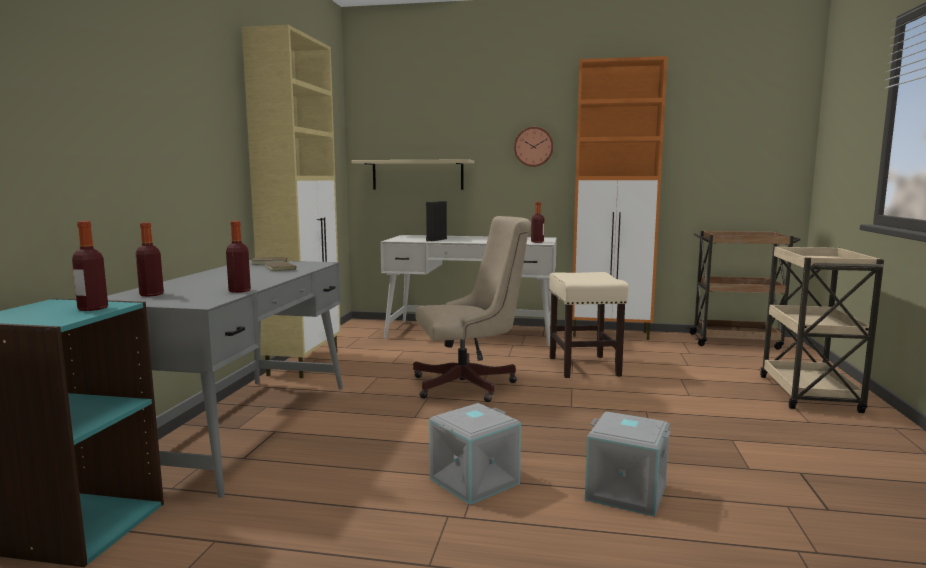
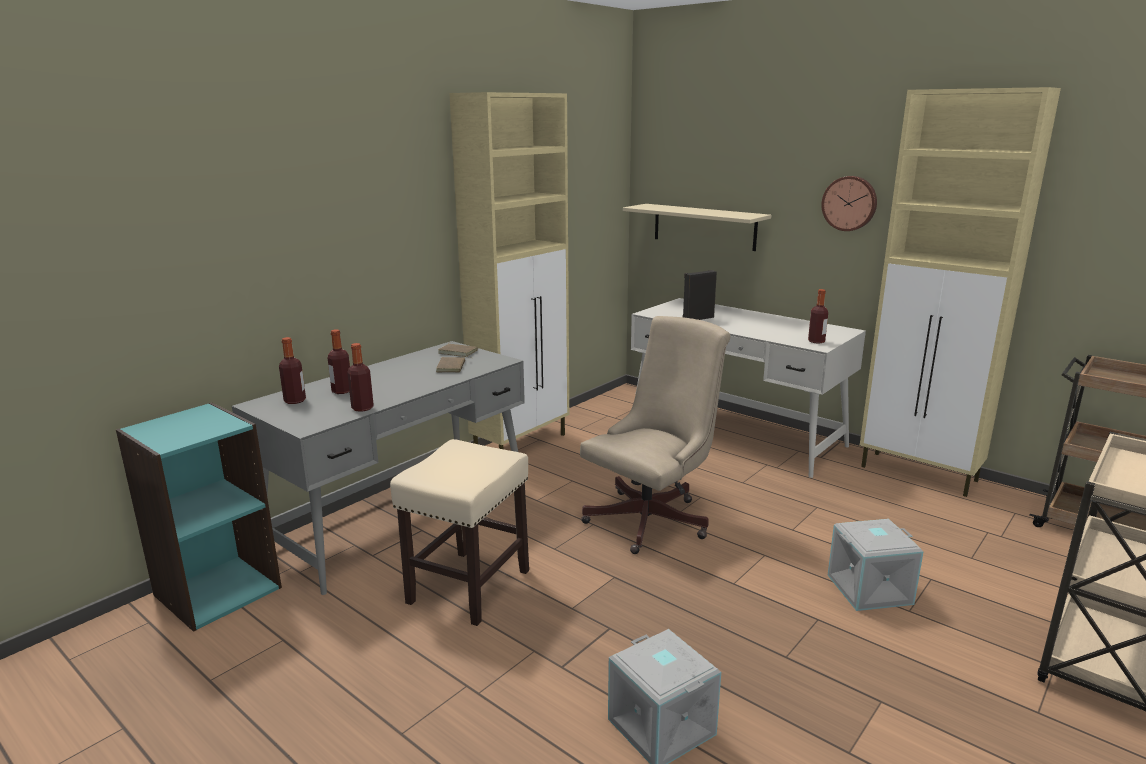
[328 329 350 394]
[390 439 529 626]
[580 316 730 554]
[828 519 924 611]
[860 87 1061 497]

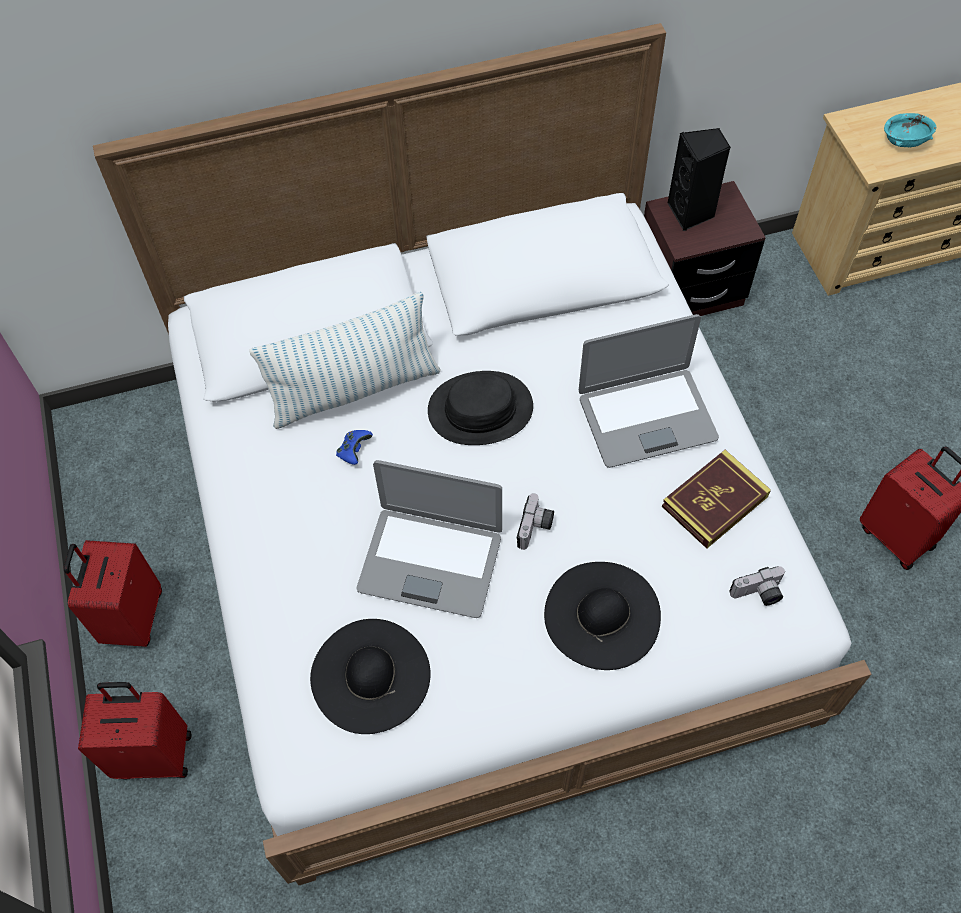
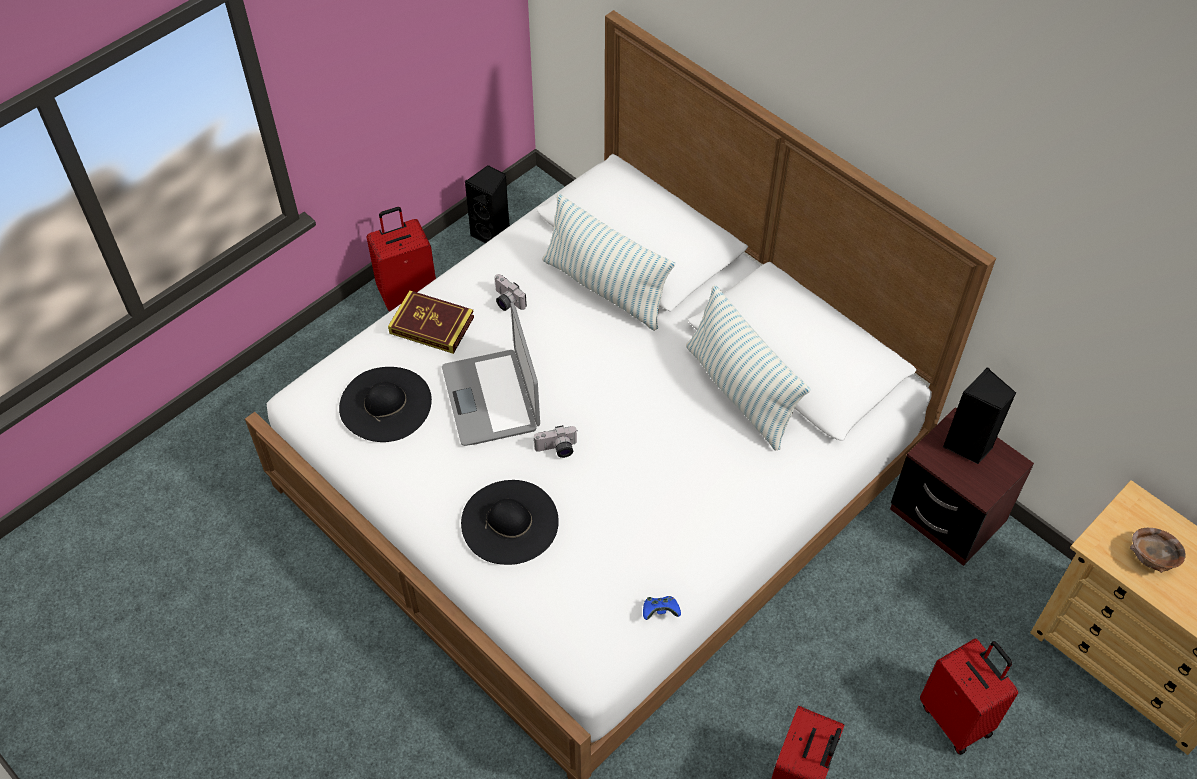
[388 290 474 354]
[465 165 510 243]
[495 274 527 311]
[643 596 681 620]
[686 285 810 451]
[920 639 1018 755]
[1130 528 1186 573]
[428 371 533 445] (first image)
[579 314 719 468] (first image)

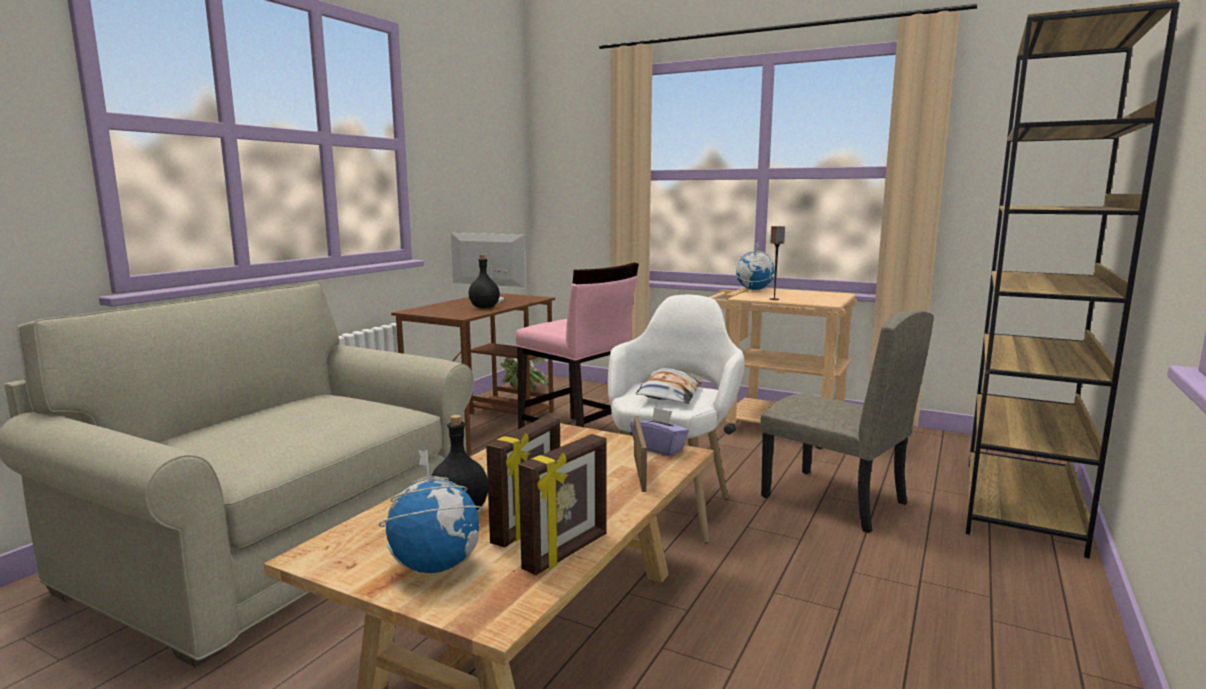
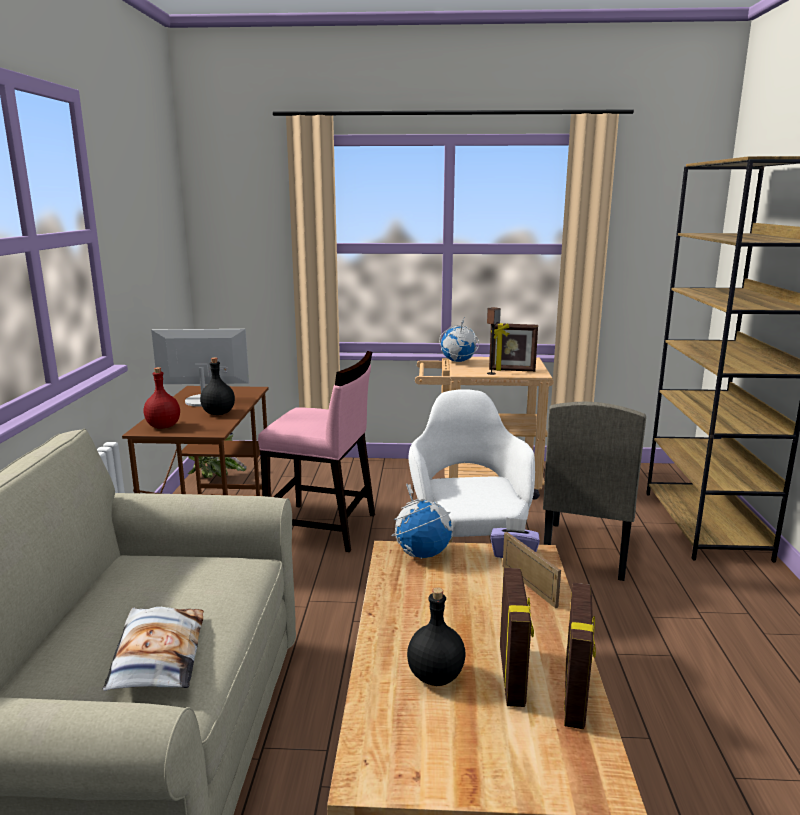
[103 607 204 691]
[144 367 180 429]
[391 484 453 559]
[489 323 538 372]
[543 402 646 581]

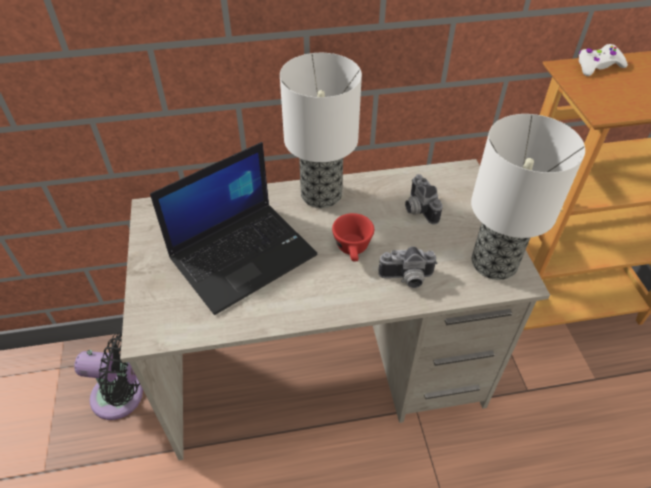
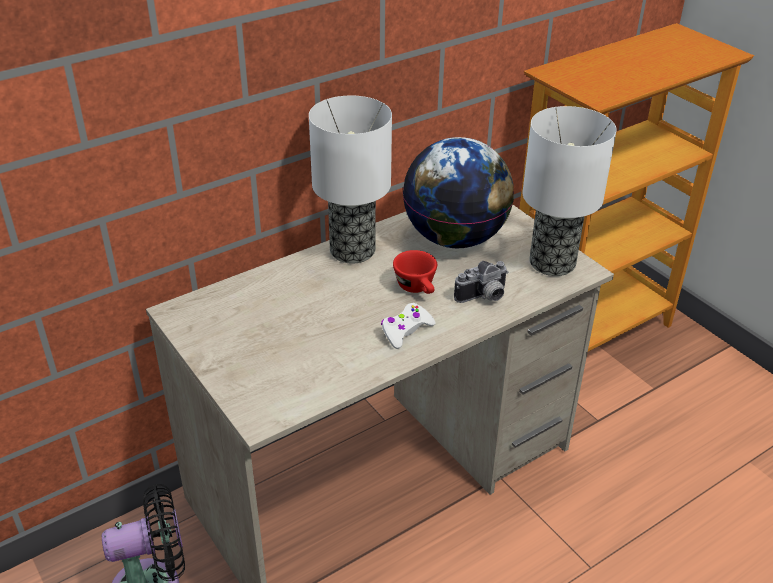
[381 303 436 349]
[403 137 514 248]
[150 142 318 315] (first image)

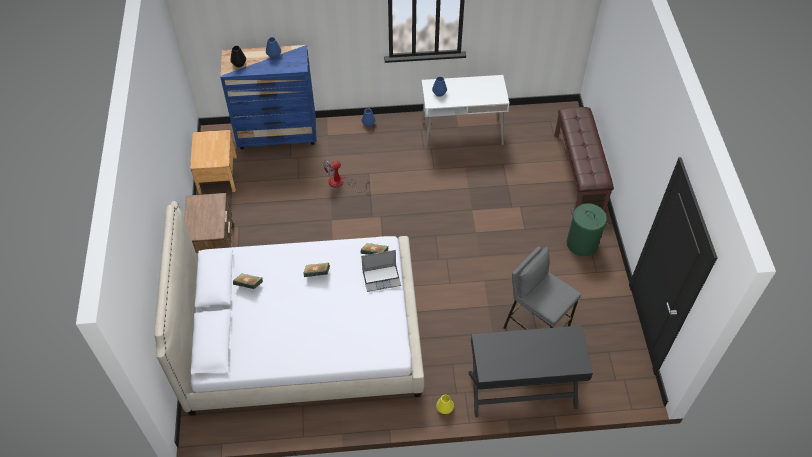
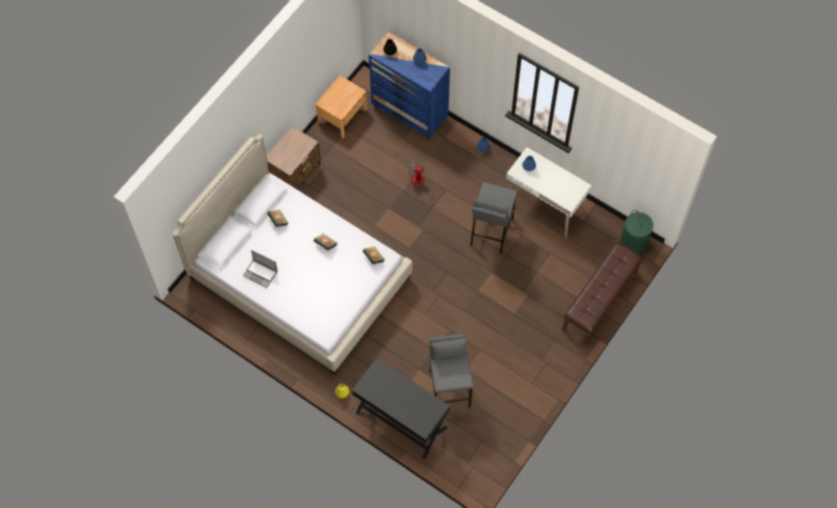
[243 250 278 288]
[470 182 517 254]
[620 210 653 254]

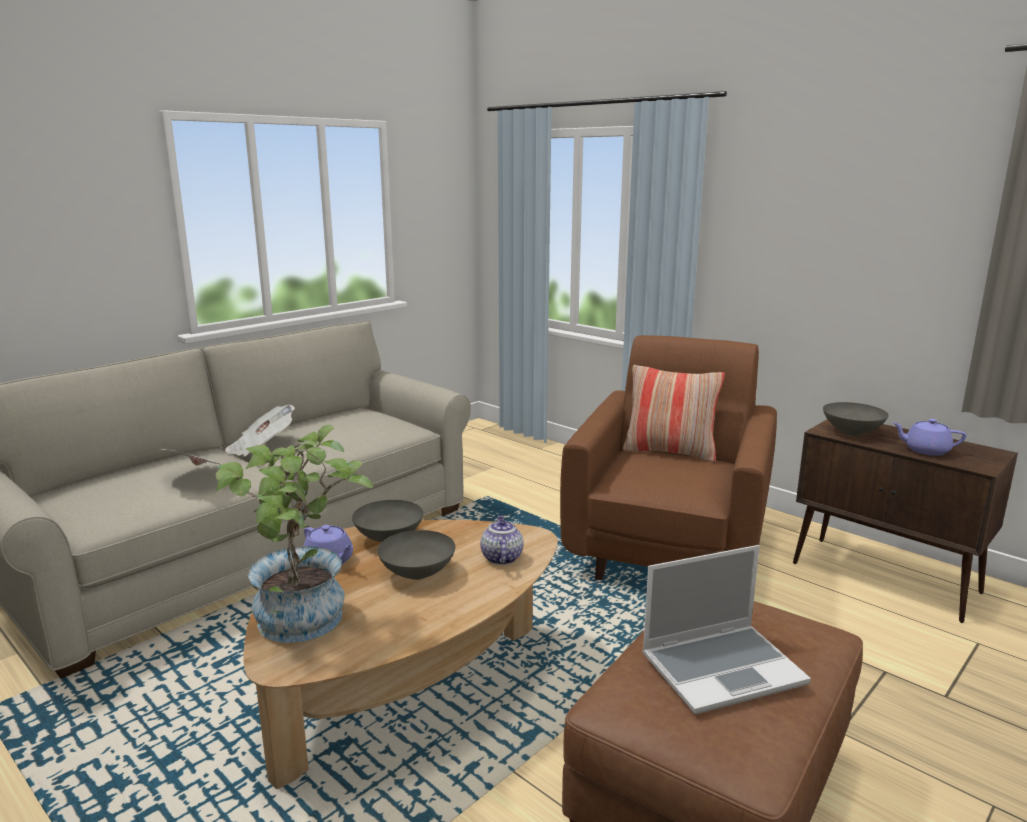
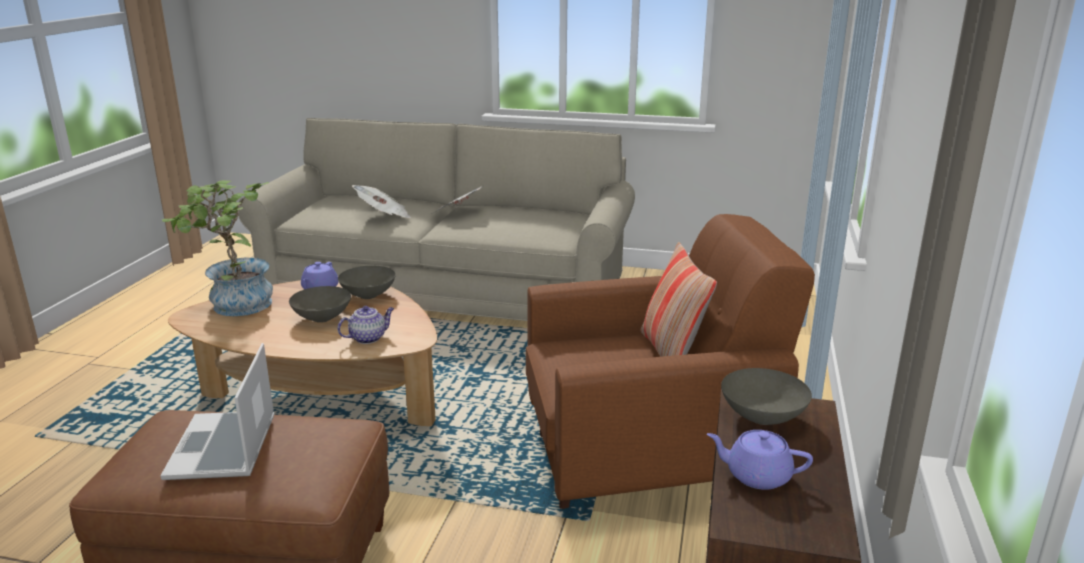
[160 343 275 480]
[707 430 813 490]

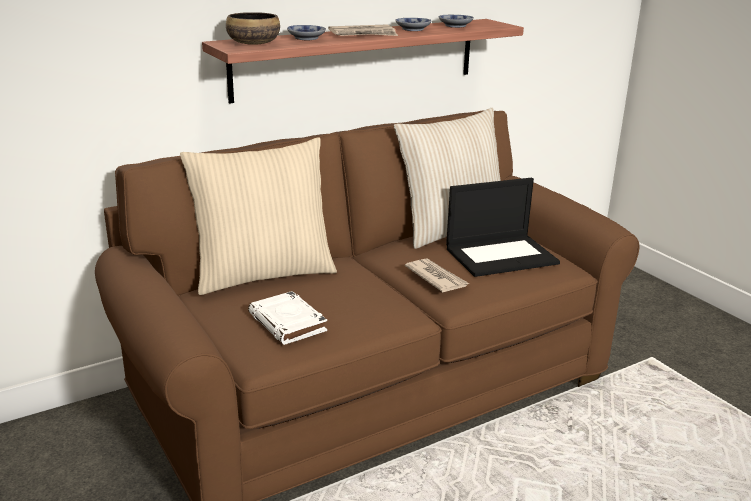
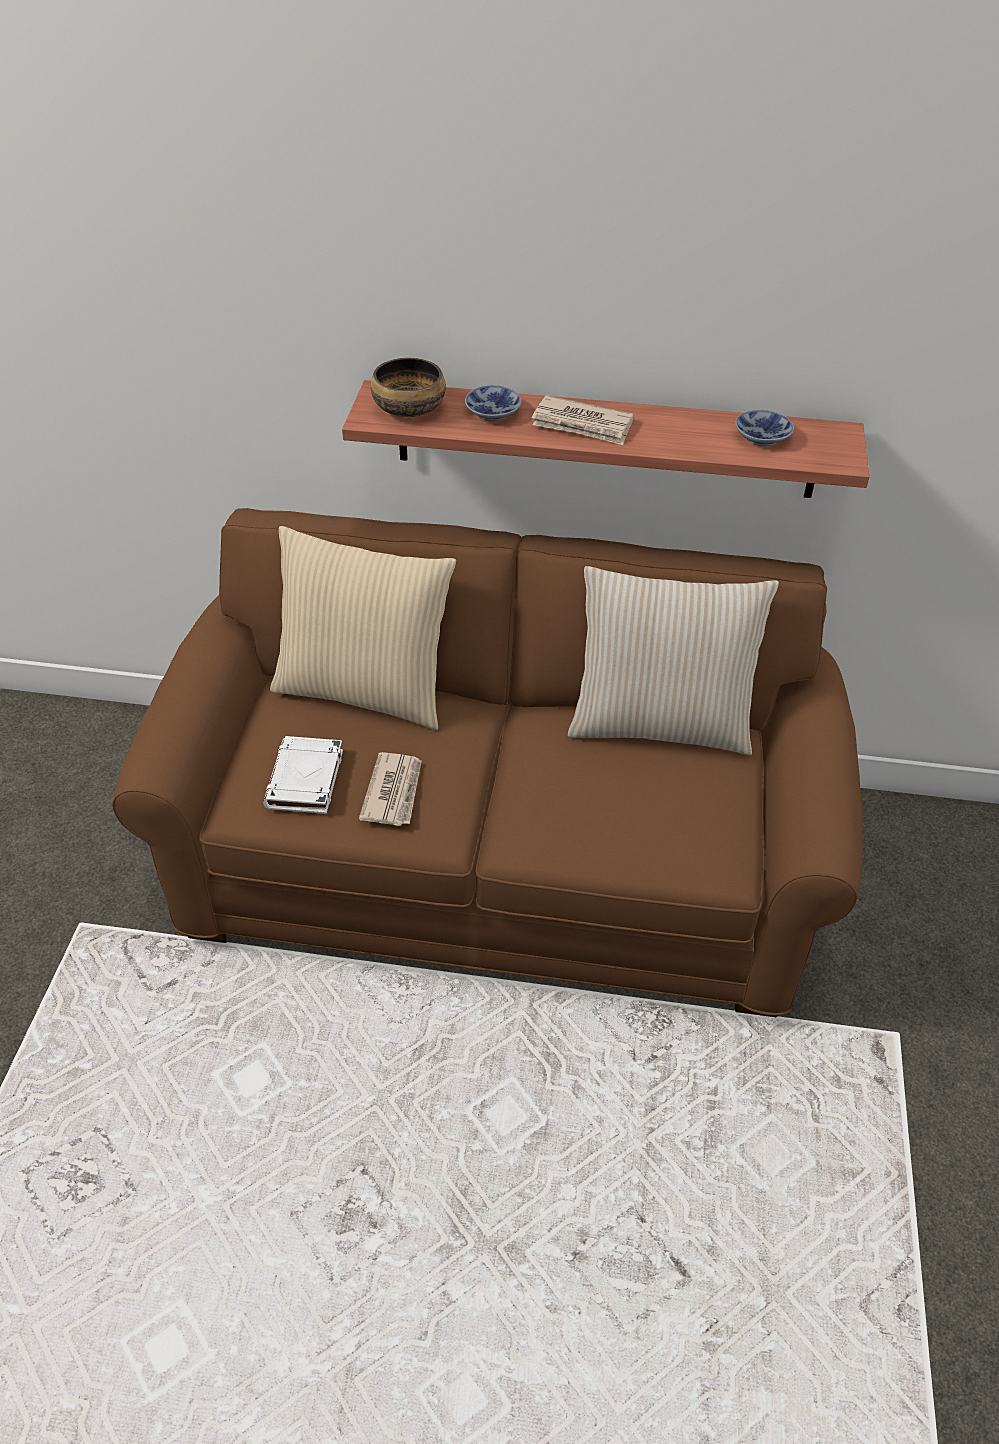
[359 752 422 826]
[395 18 432 31] (first image)
[446 177 560 277] (first image)

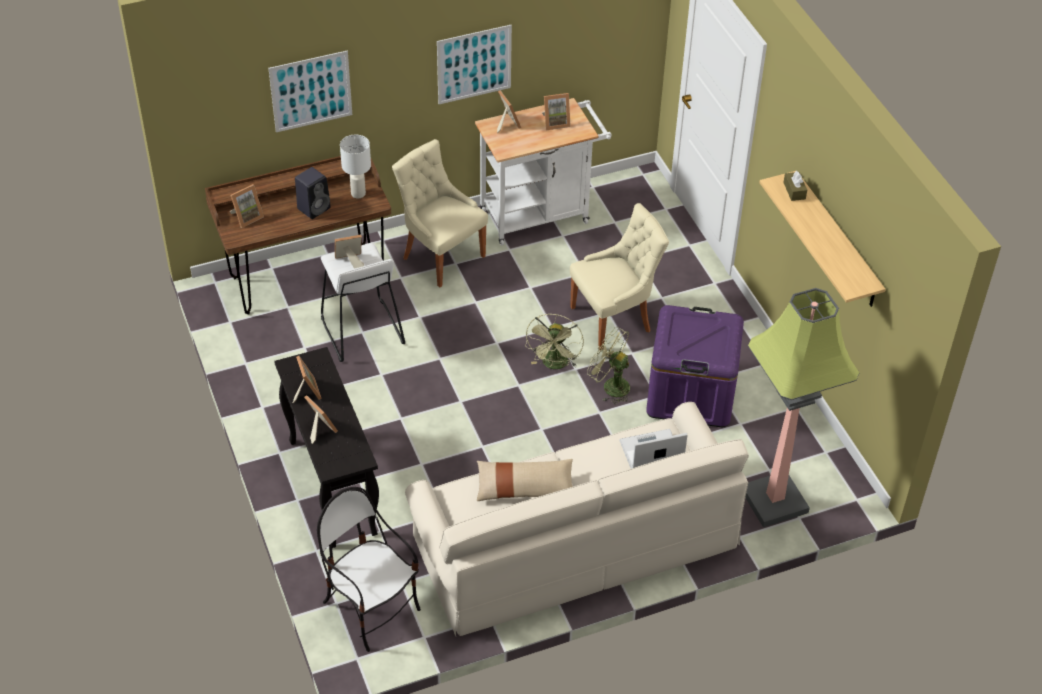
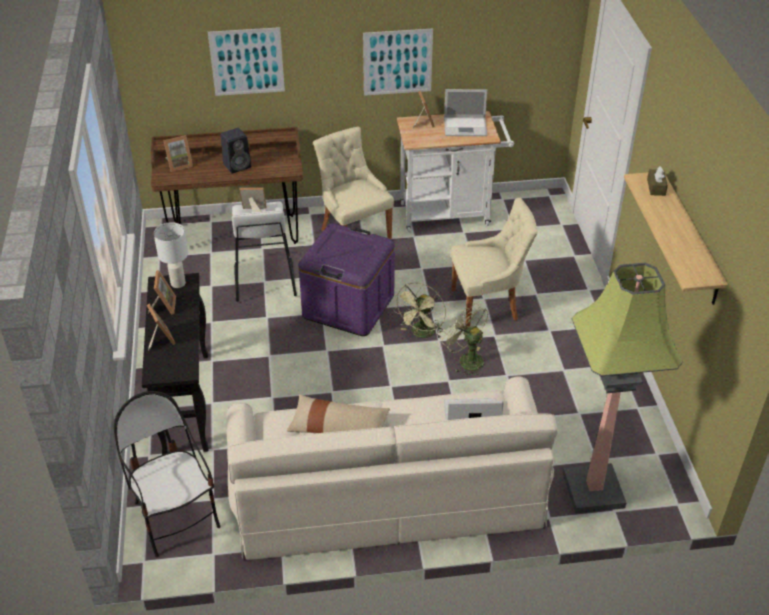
[154 222 188 288]
[299 223 395 336]
[444 89 487 136]

